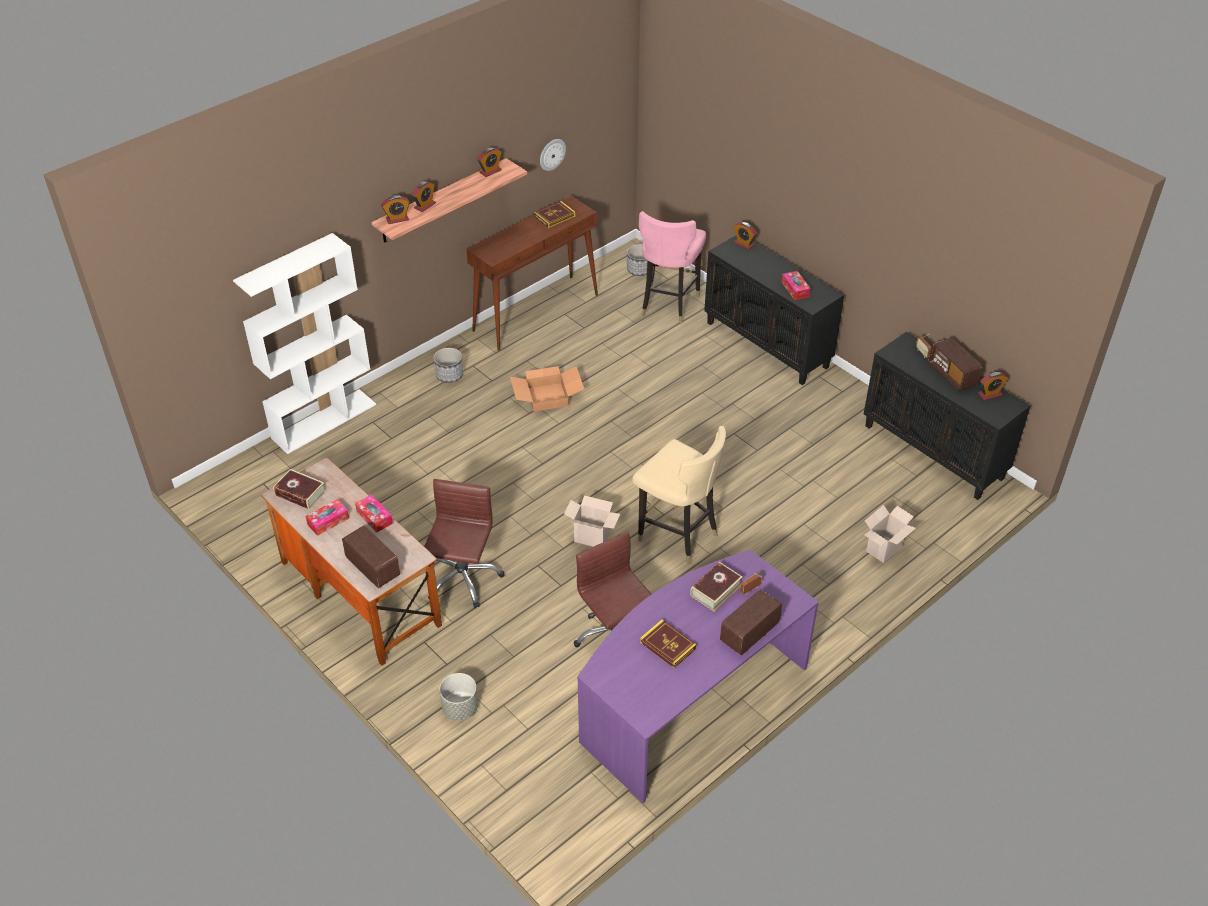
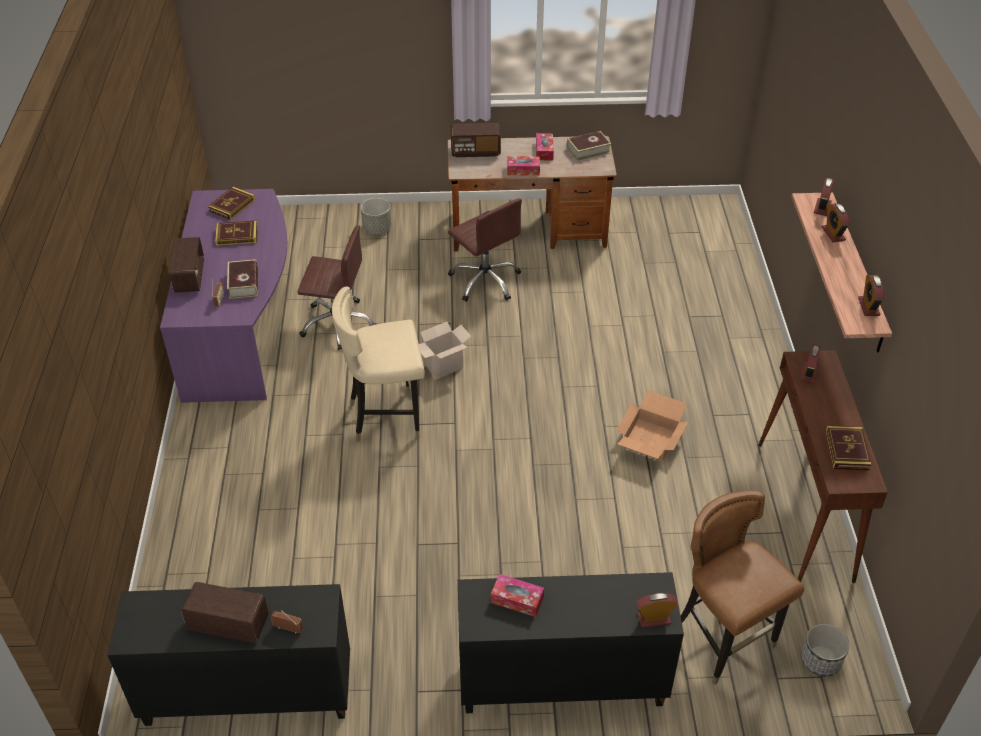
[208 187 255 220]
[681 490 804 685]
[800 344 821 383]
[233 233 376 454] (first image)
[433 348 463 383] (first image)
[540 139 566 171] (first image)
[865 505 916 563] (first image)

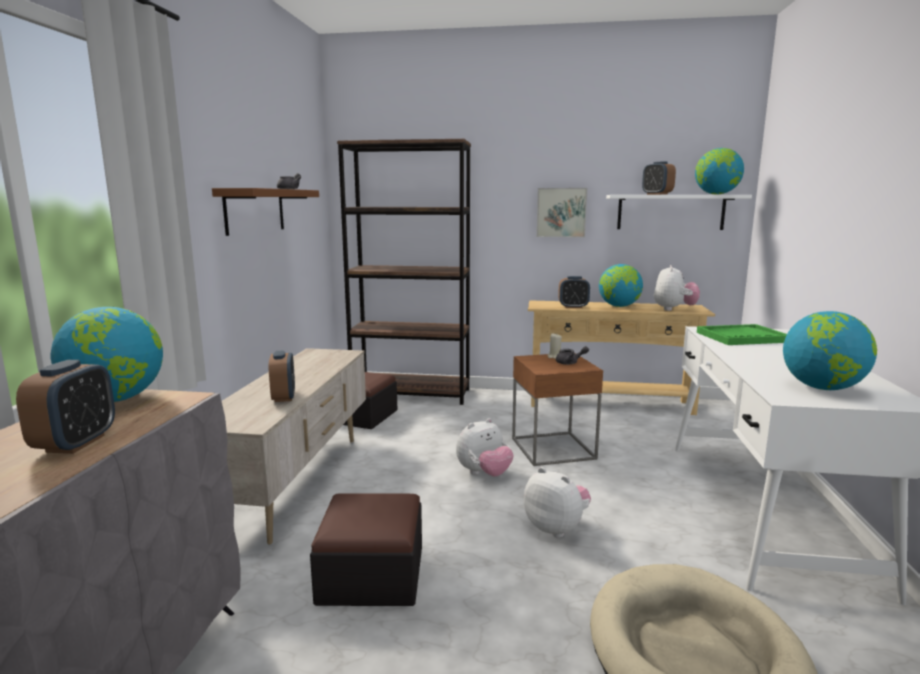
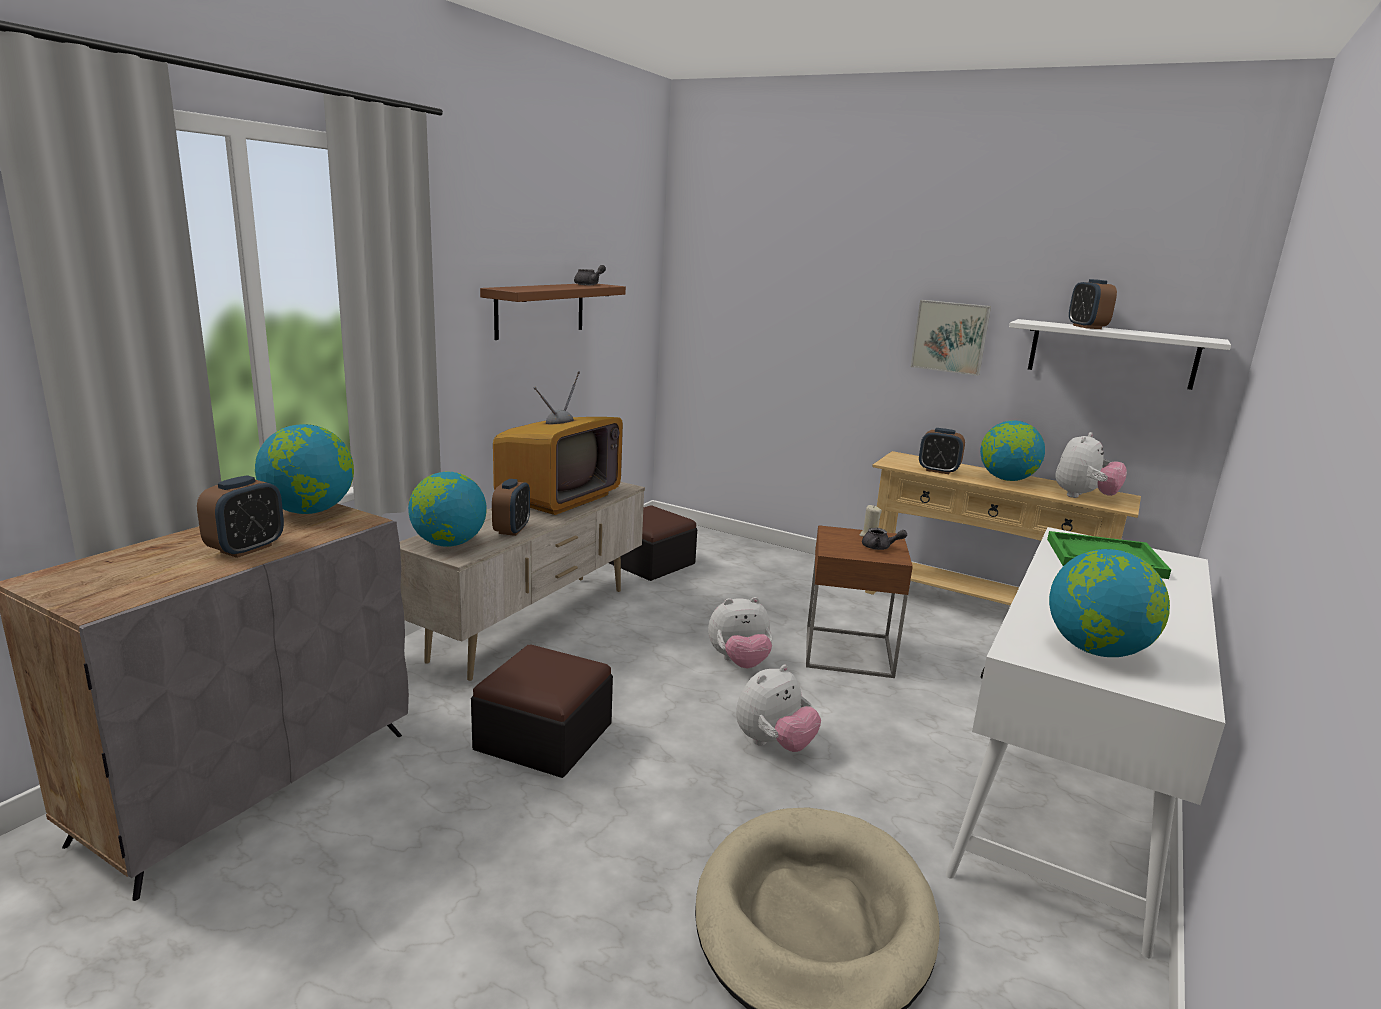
[408 472 486 547]
[493 371 623 515]
[736 665 821 752]
[337 139 471 405] (first image)

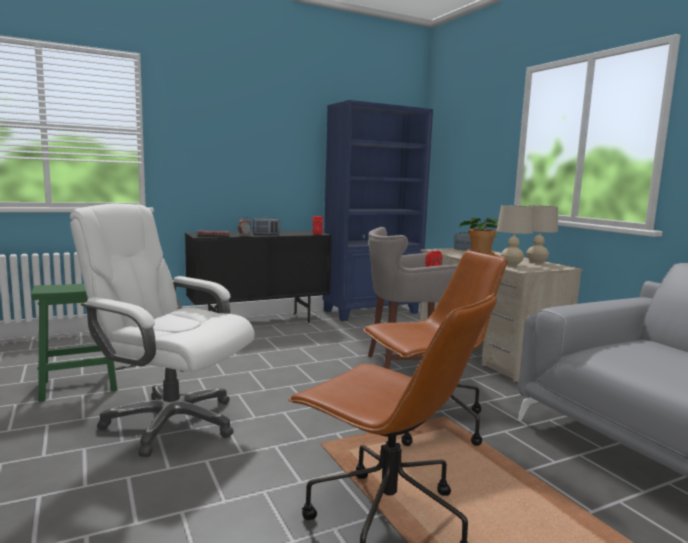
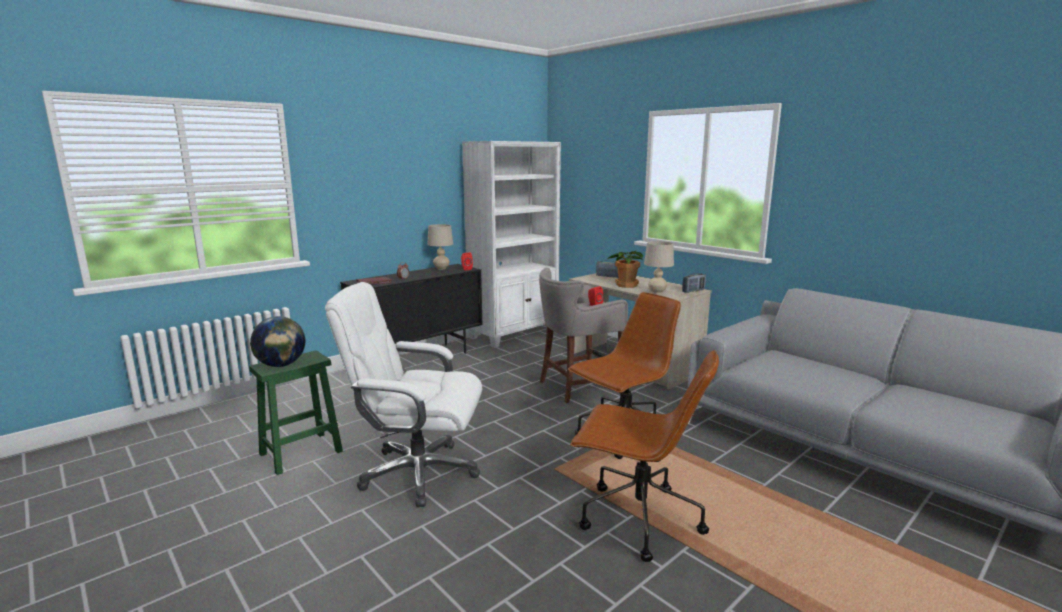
[250 316 305 367]
[427 224 453 270]
[462 141 561 348]
[682 273 706 293]

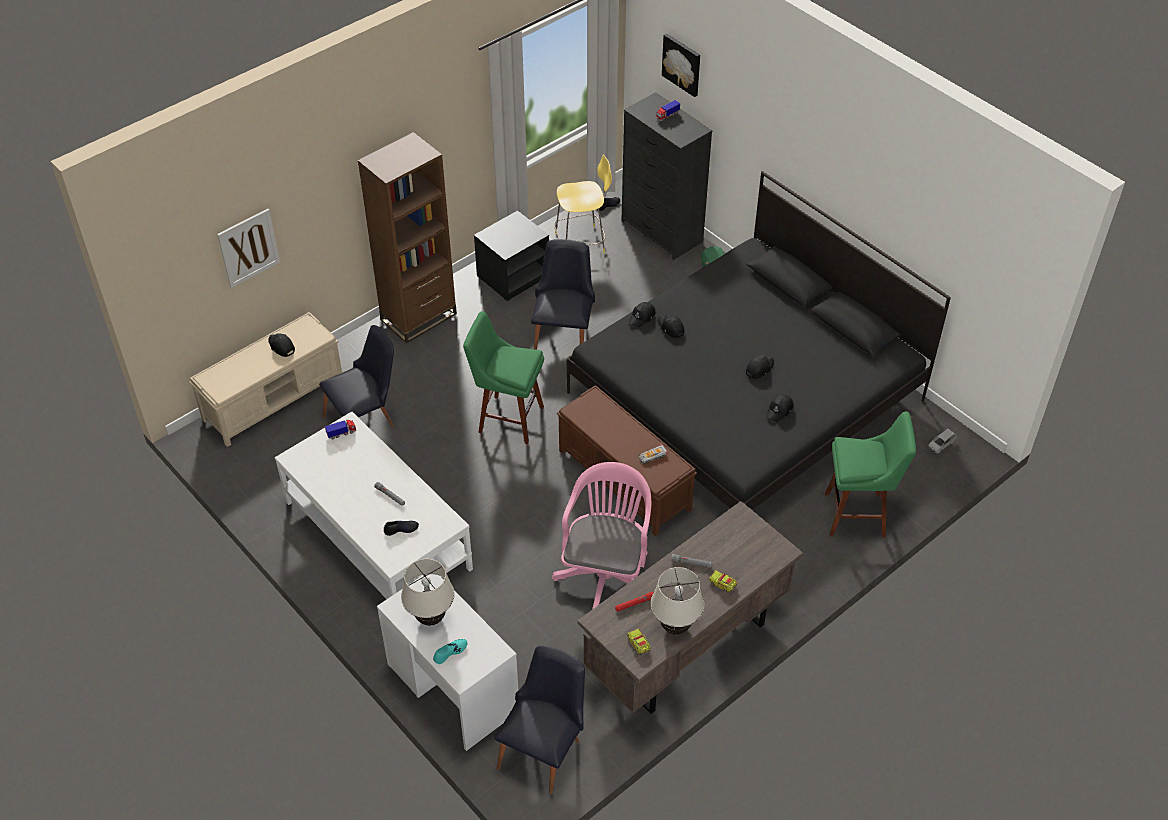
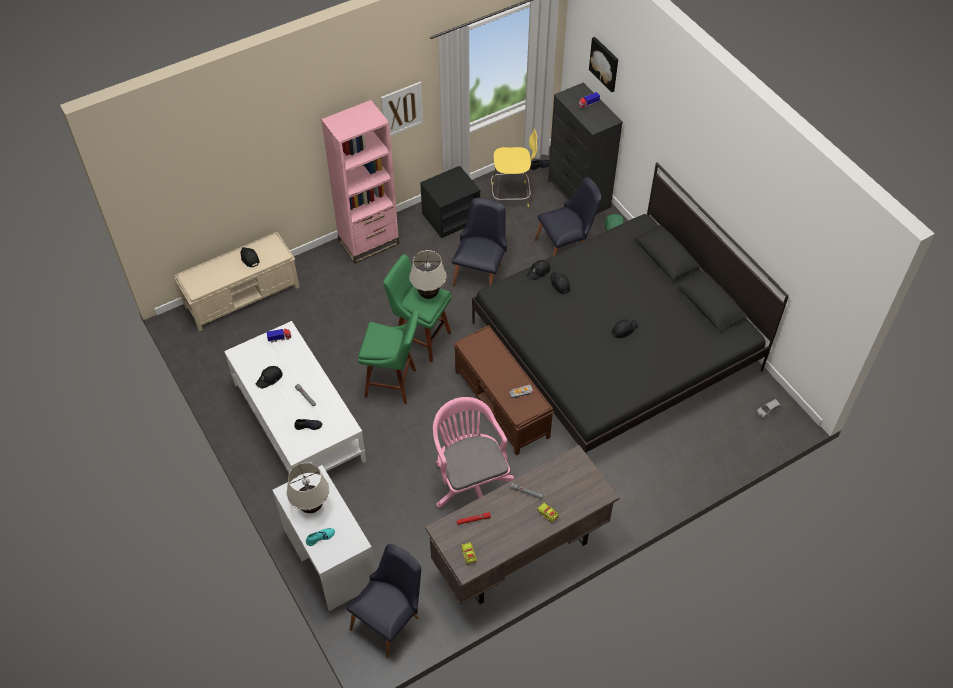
[256 366 283 389]
[321 100 399 264]
[358 310 419 404]
[381 82 423 137]
[409 250 446 299]
[433 397 514 508]
[534 177 601 256]

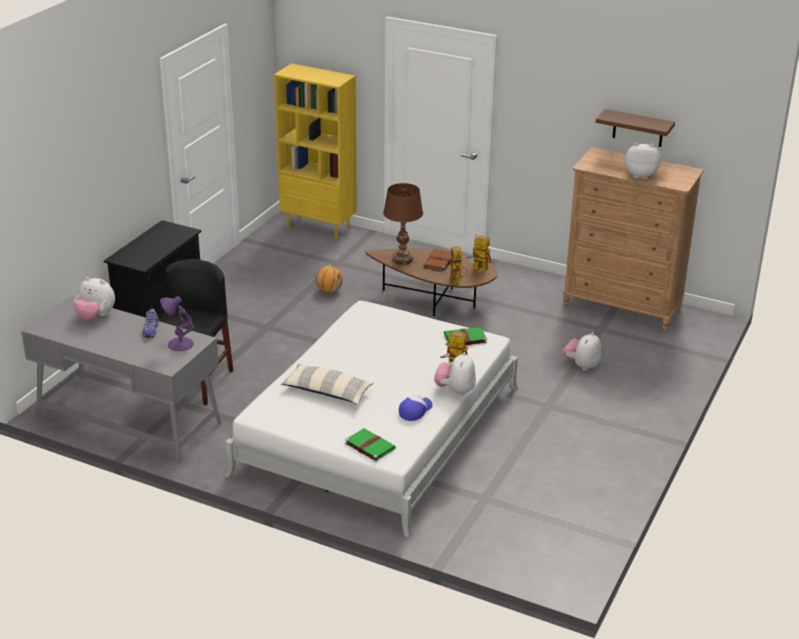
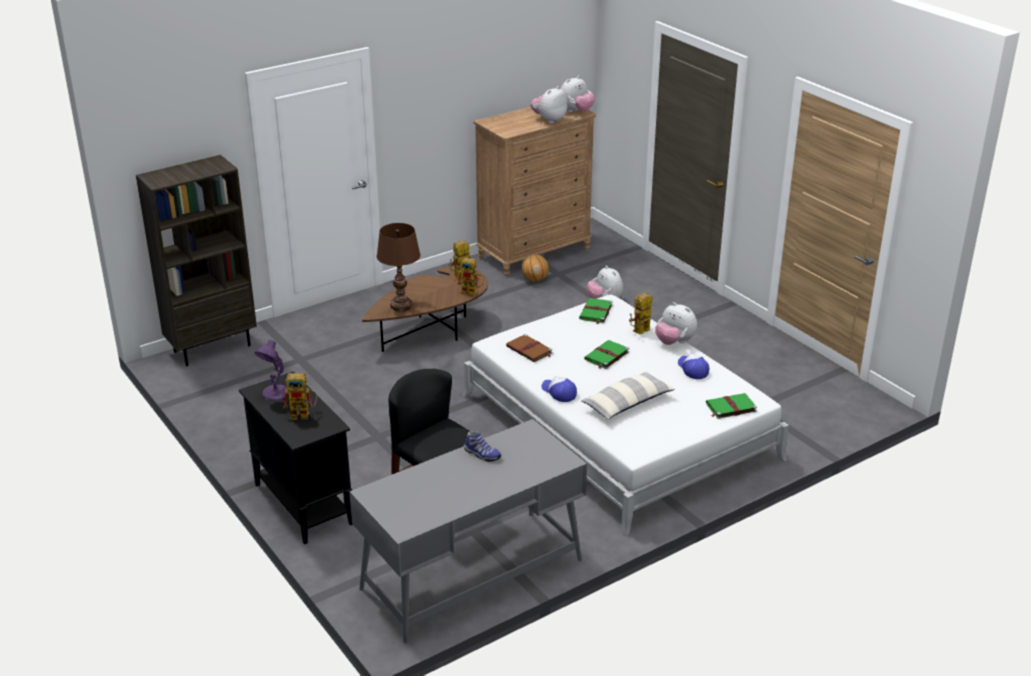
[136 155 257 366]
[255 340 289 400]
[283 373 317 420]
[506 334 553 362]
[521 254 549 282]
[541 376 577 402]
[561 76 595 112]
[584 340 629 369]
[596 109 675 147] (first image)

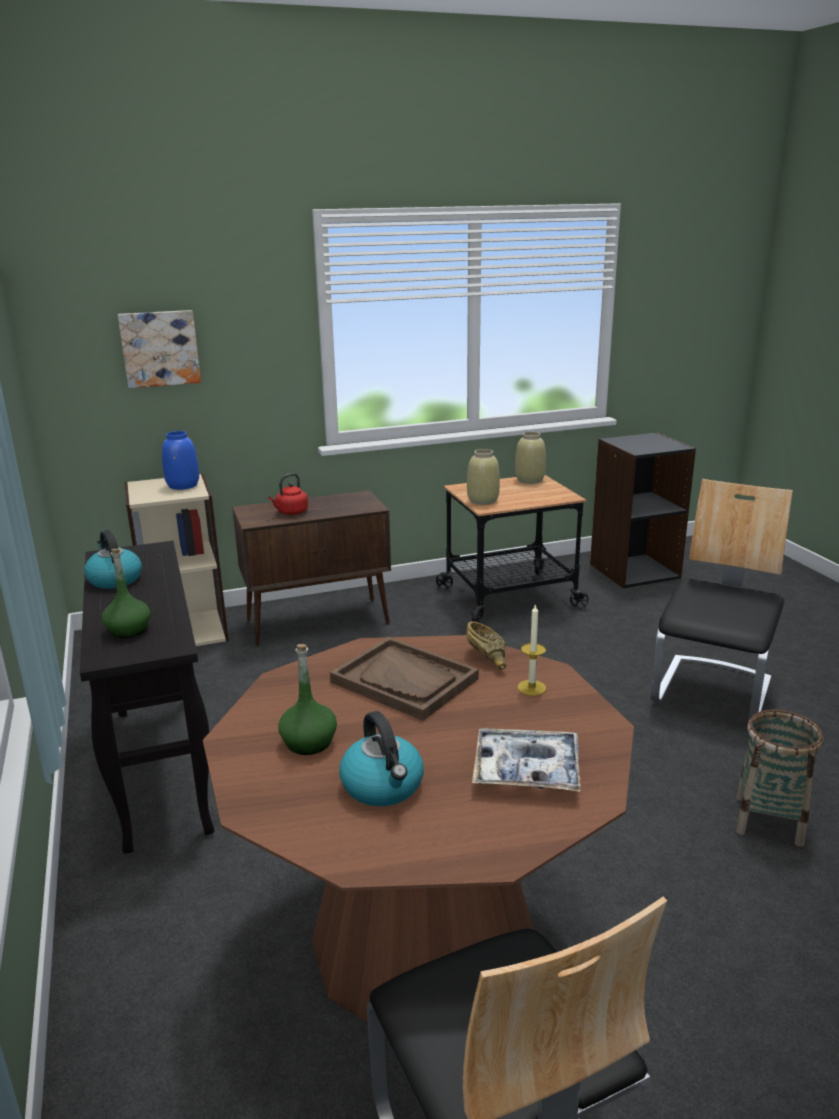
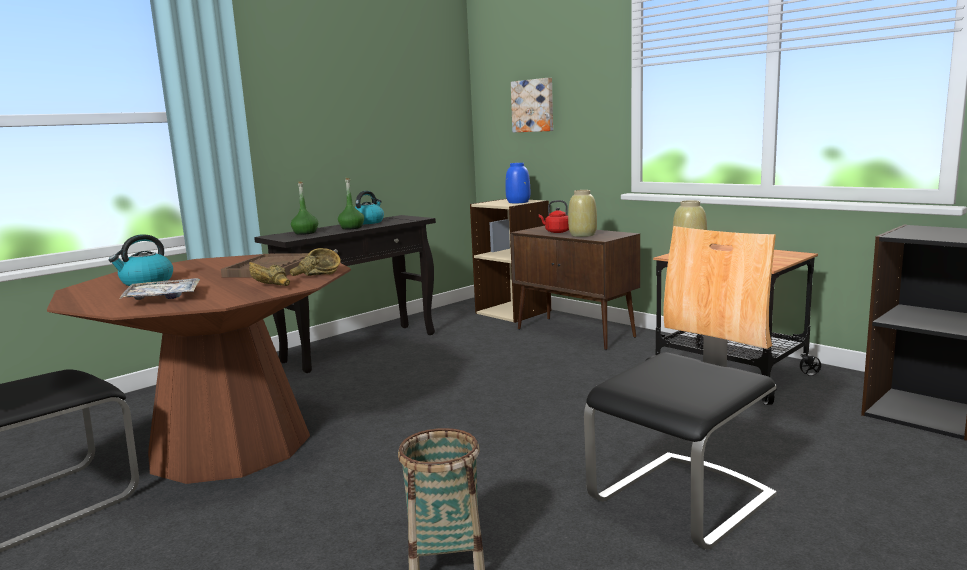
[249 262 290 286]
[338 178 364 229]
[568 190 597 237]
[584 226 777 549]

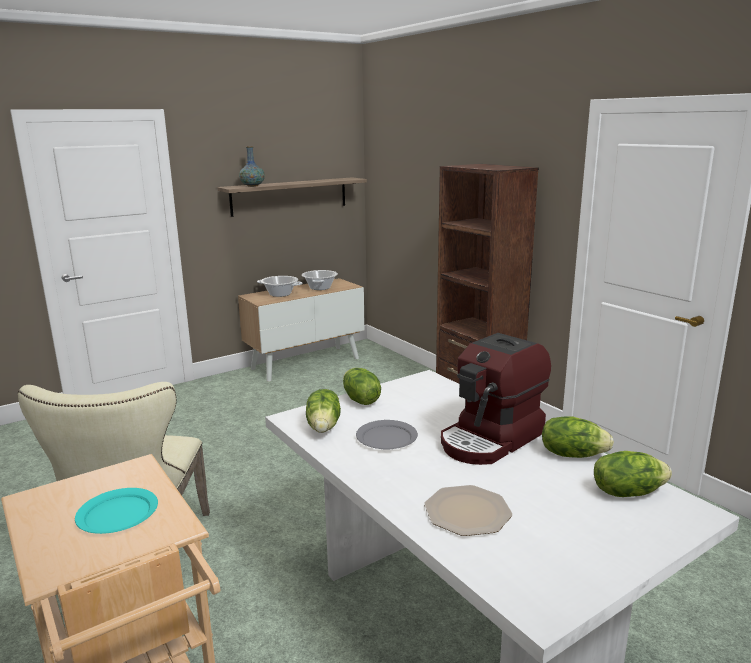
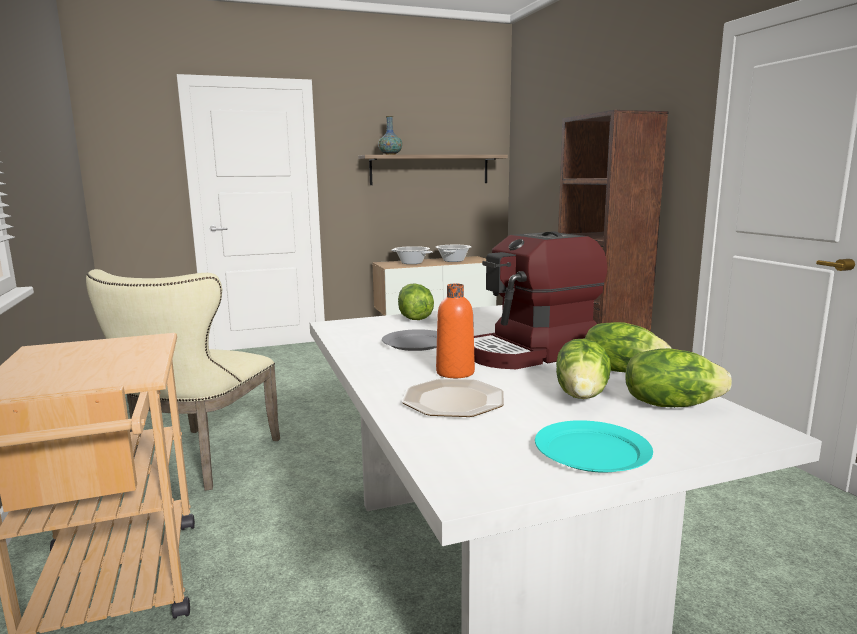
[436 284 475 378]
[535 420 653 473]
[556 339 611 399]

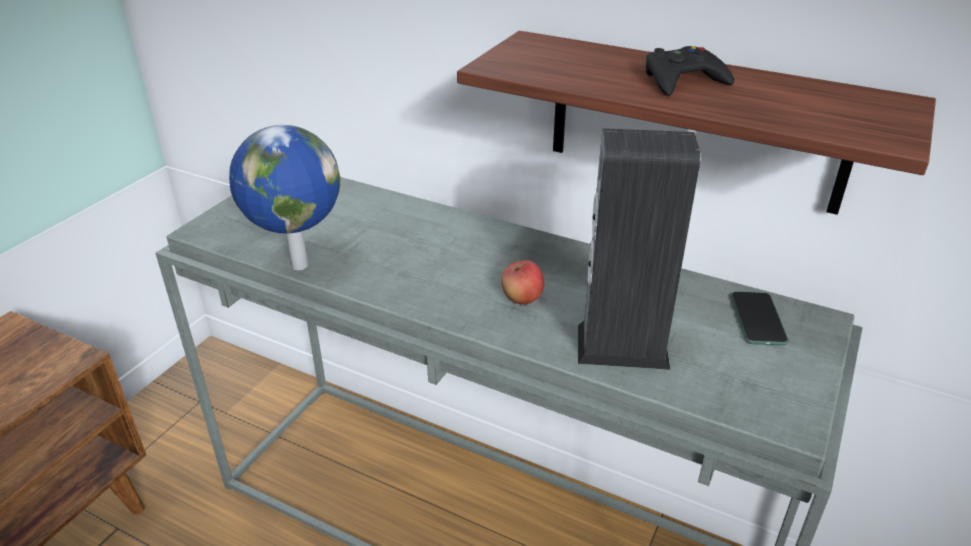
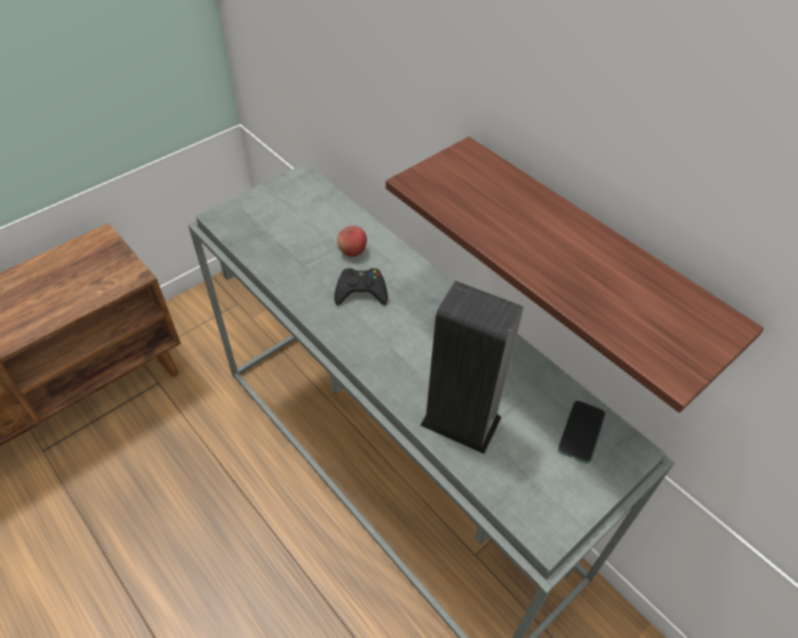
[334 268 388 306]
[337 226 367 257]
[229 125 340 270] (first image)

